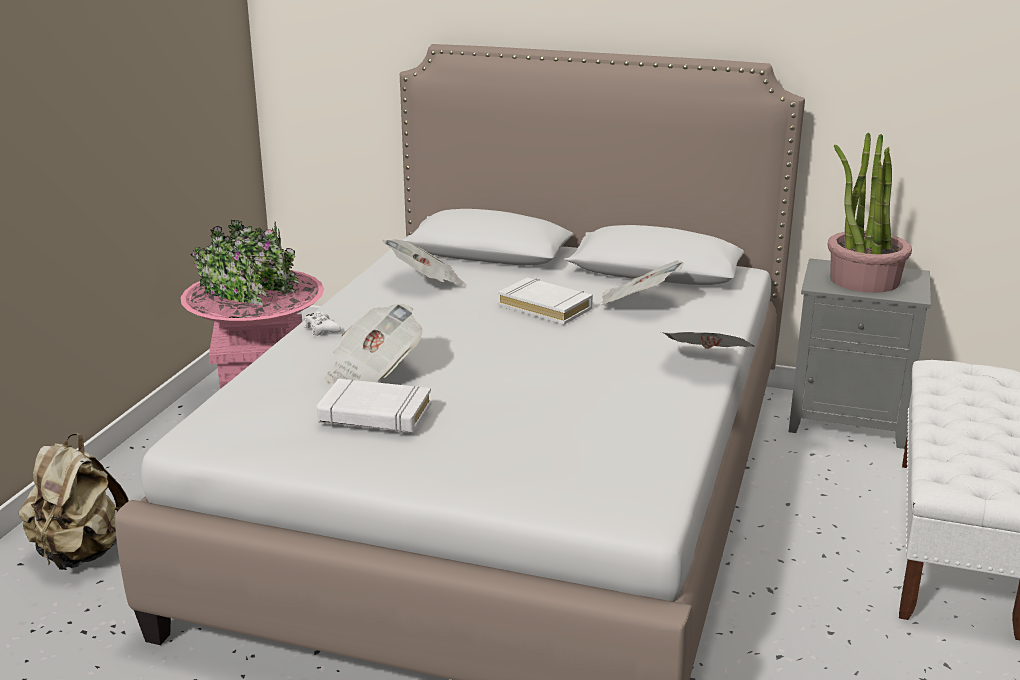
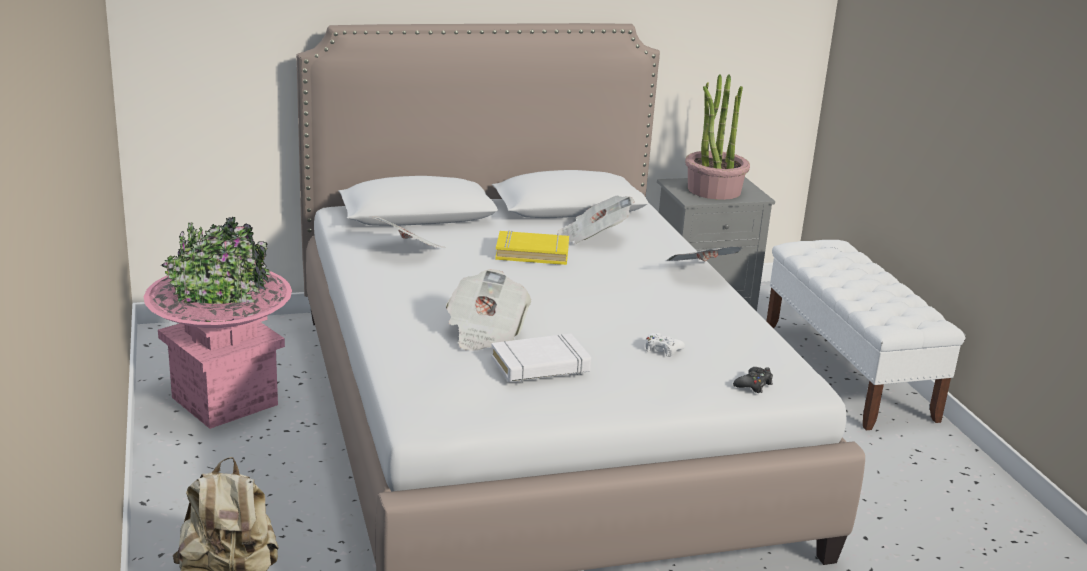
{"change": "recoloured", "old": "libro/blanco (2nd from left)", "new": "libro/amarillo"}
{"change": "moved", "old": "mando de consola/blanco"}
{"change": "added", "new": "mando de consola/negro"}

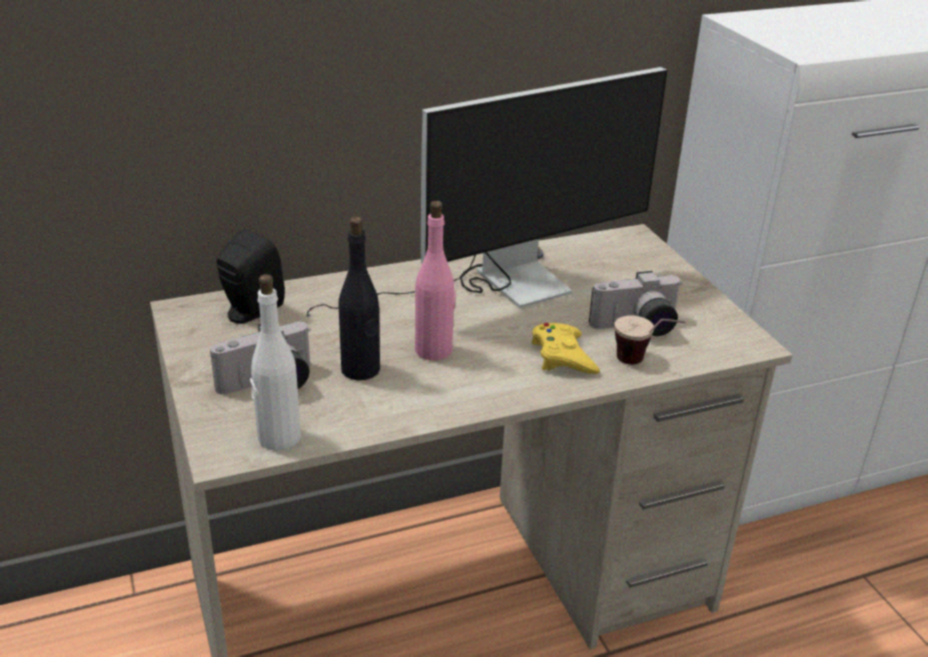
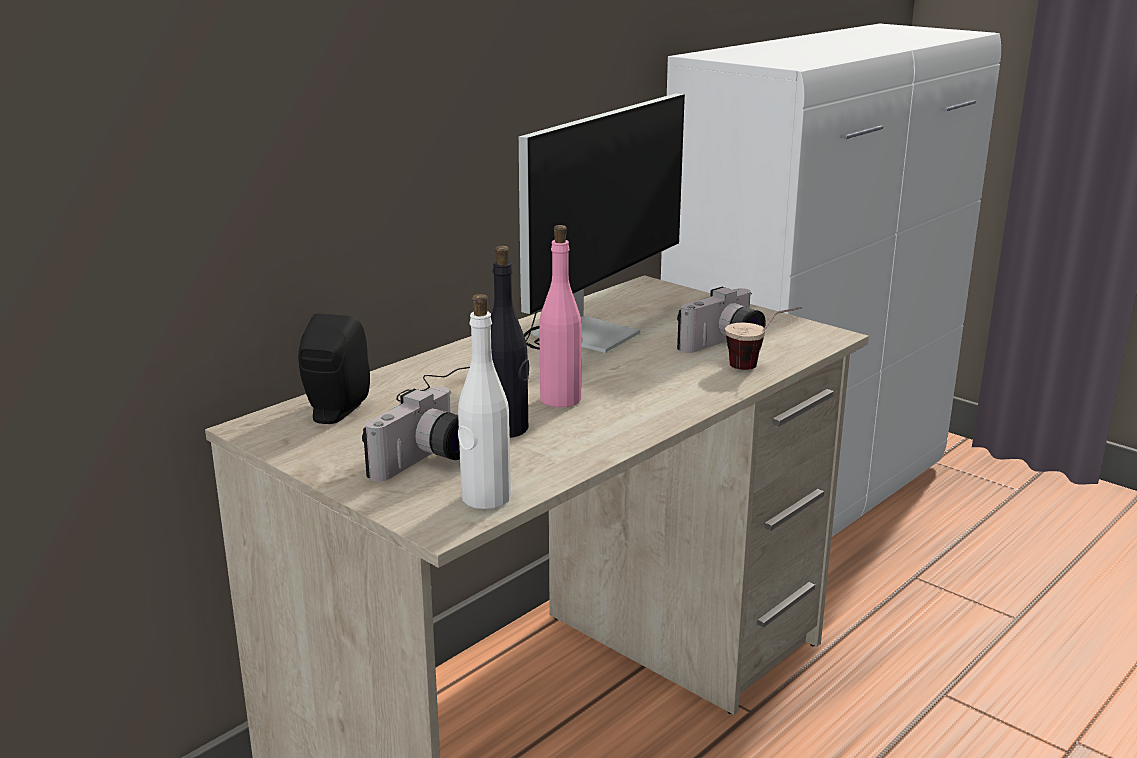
{"change": "removed", "old": "mando de consola/amarillo"}

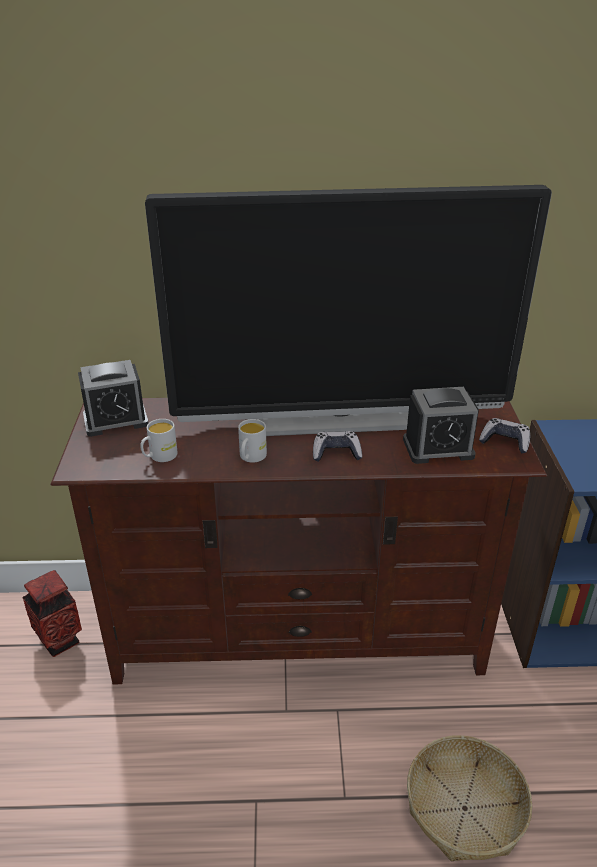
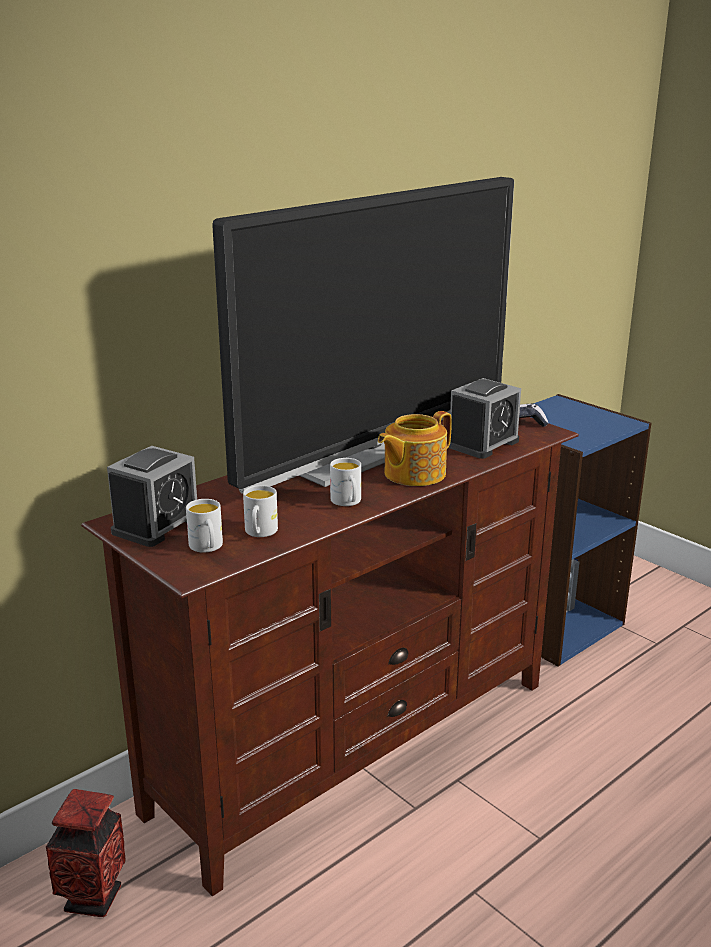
{"change": "added", "new": "taza grande/blanco (1st from left)"}
{"change": "replaced", "old": "mando de consola (1st from left)", "new": "tetera"}
{"change": "removed", "old": "cesta"}

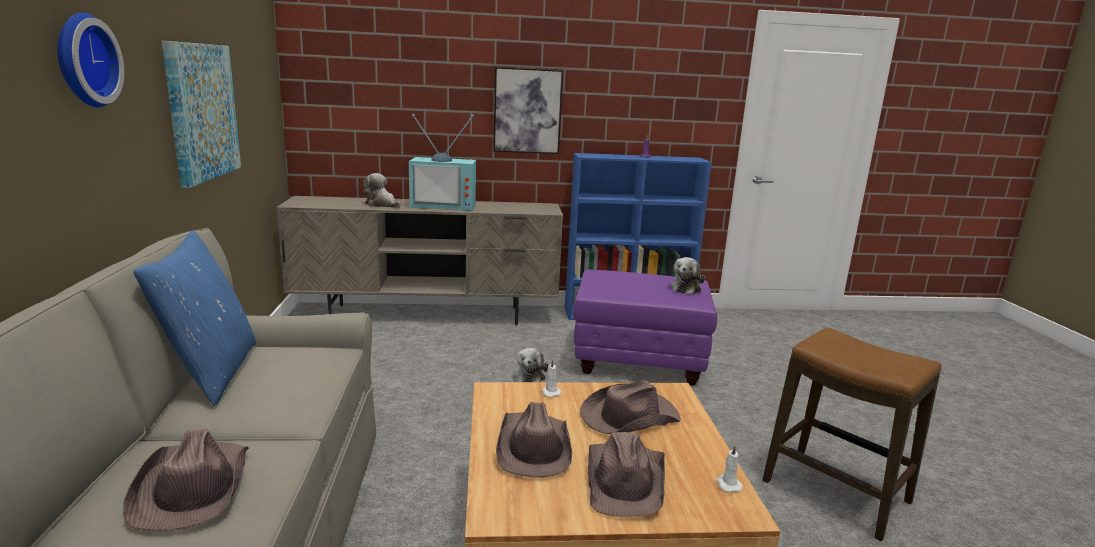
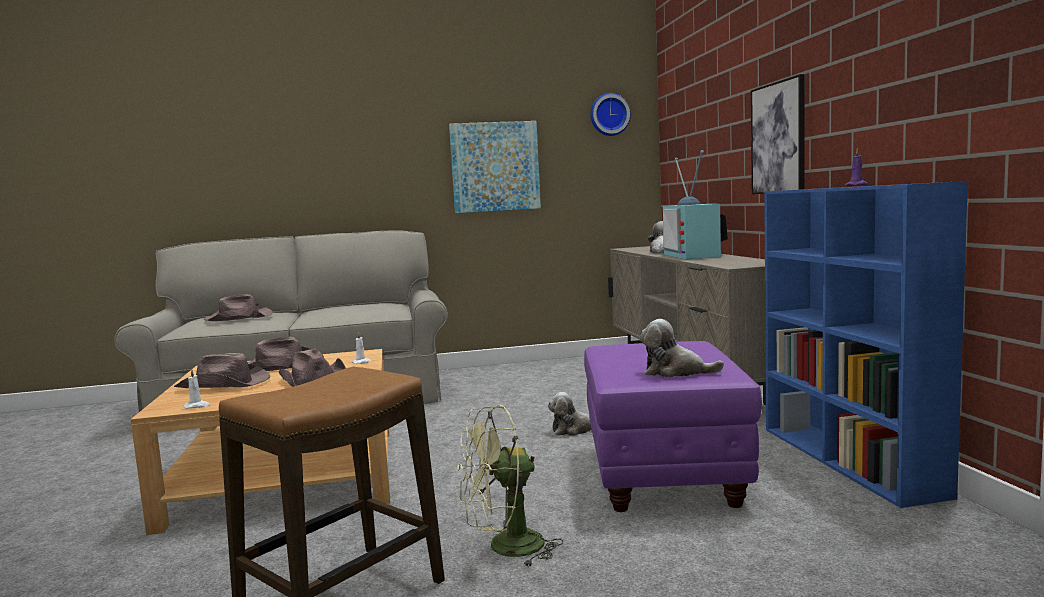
{"change": "added", "new": "ventilador/verde"}
{"change": "moved", "old": "reloj de pared"}
{"change": "removed", "old": "cojín/azul"}

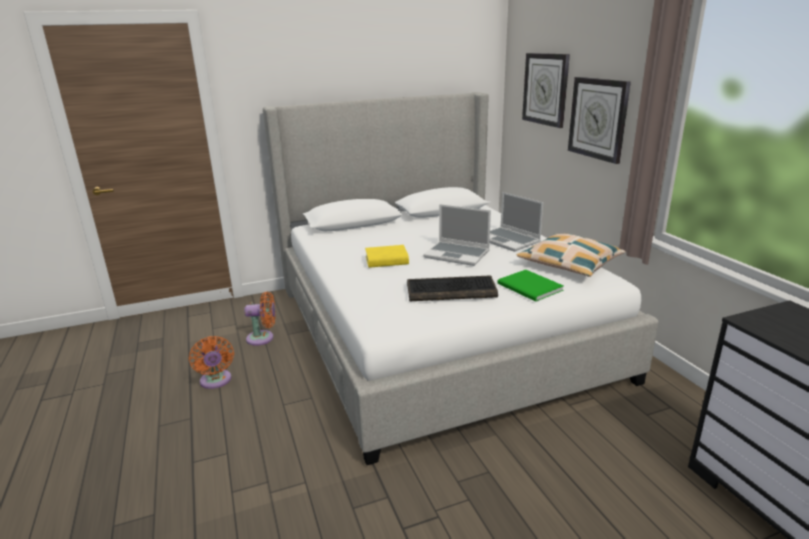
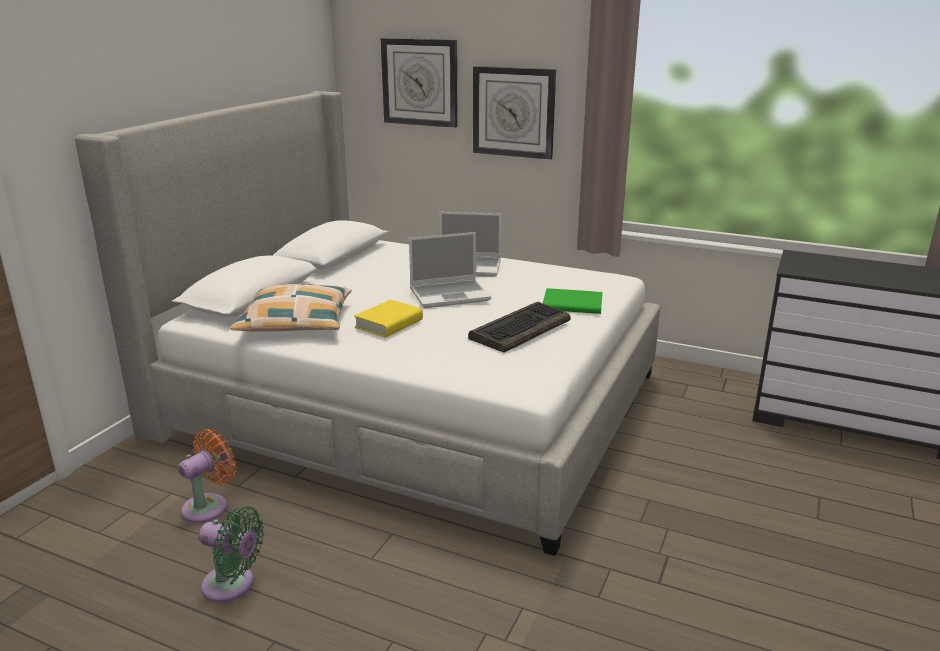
{"change": "recoloured", "old": "ventilador/naranja (1st from left)", "new": "ventilador/verde"}
{"change": "moved", "old": "cojín"}

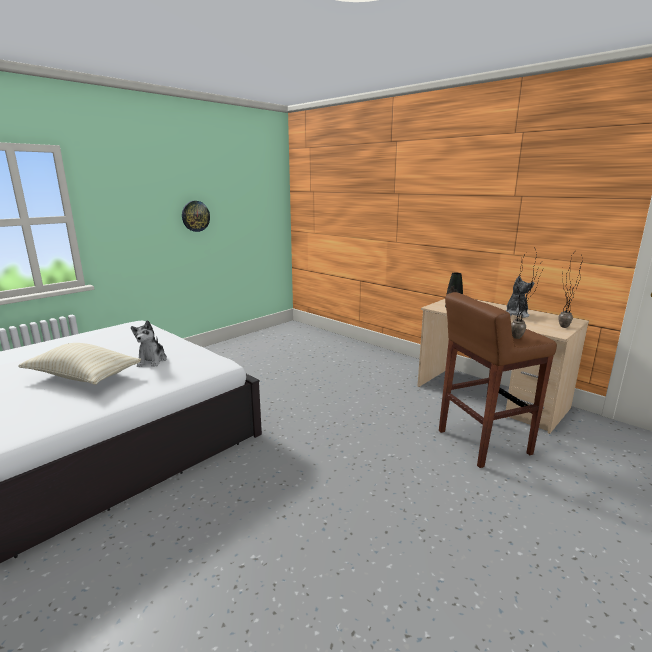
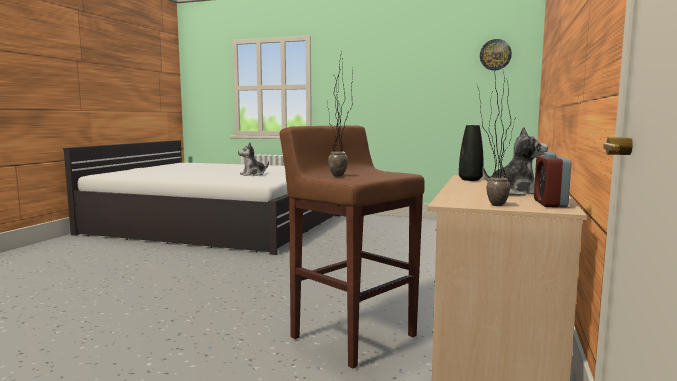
{"change": "moved", "old": "reloj de pared"}
{"change": "added", "new": "despertador"}
{"change": "removed", "old": "cojín/beis"}

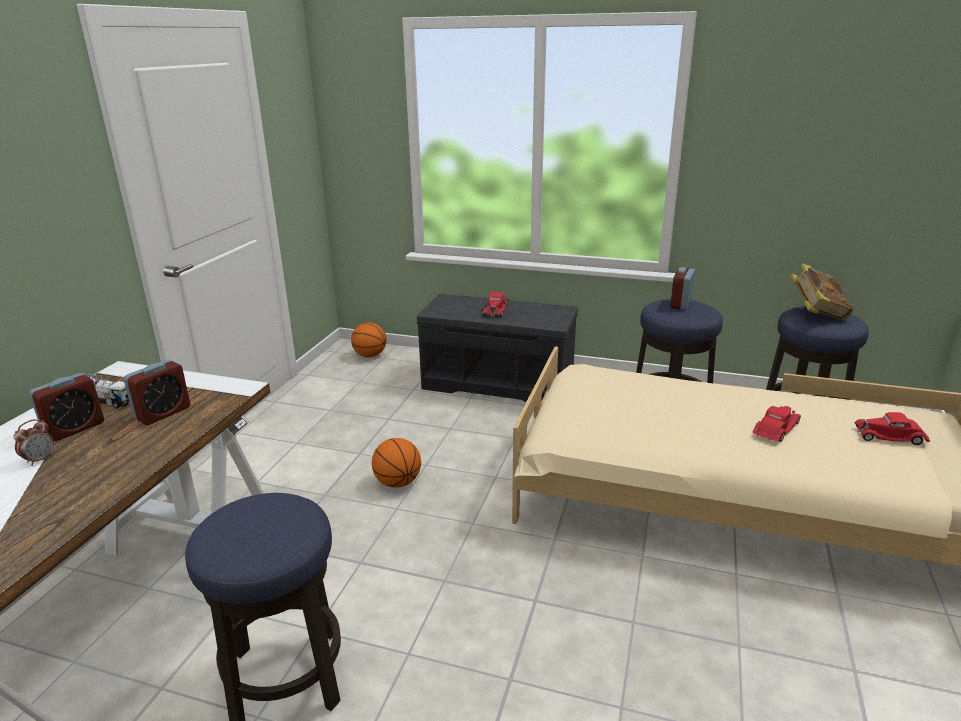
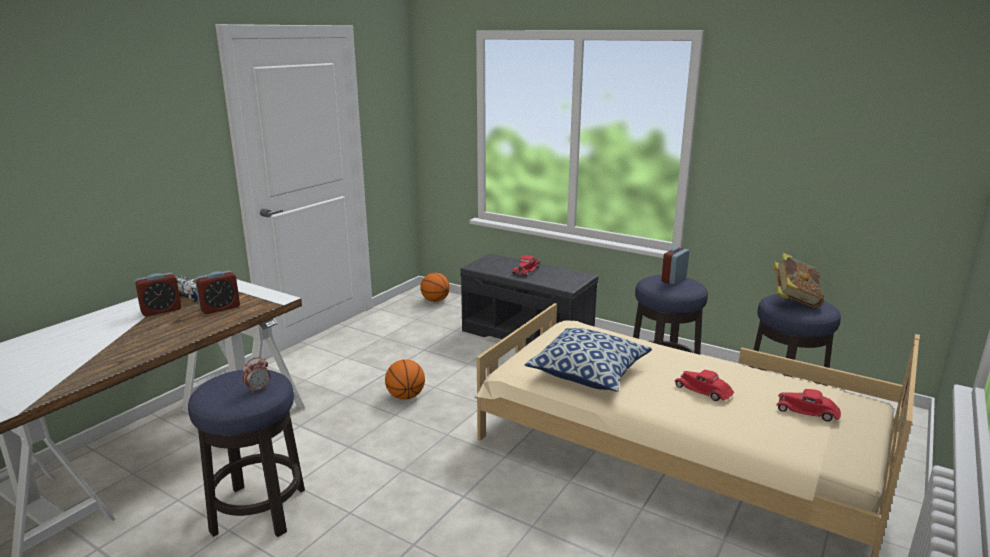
{"change": "moved", "old": "despertador (1st from left in the first image)", "new": "despertador (3rd from left)"}
{"change": "added", "new": "cojín"}
{"change": "turned", "old": "coche de juguete/rojo (2nd from left)", "degrees": -105}

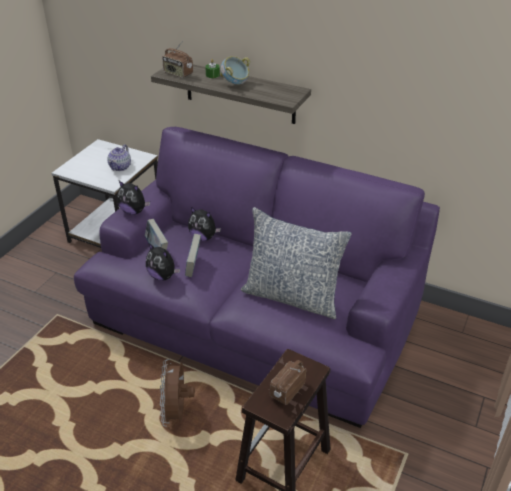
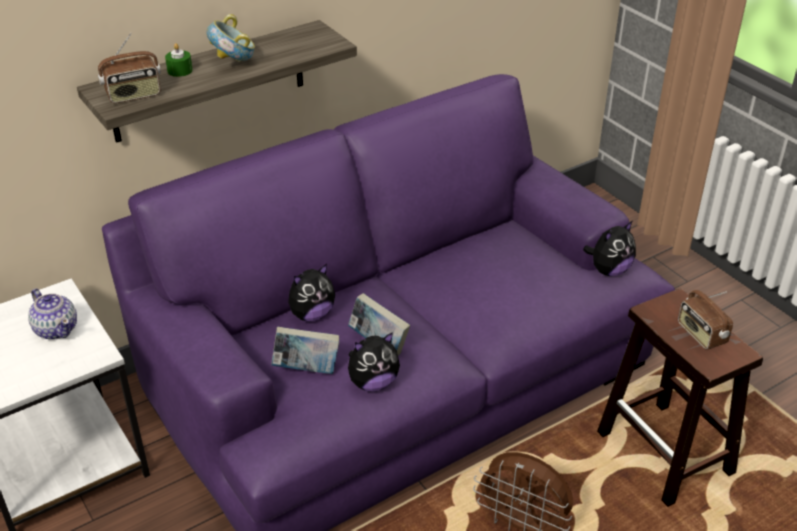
{"change": "moved", "old": "peluche (1st from left in the first image)", "new": "peluche (3rd from left)"}
{"change": "removed", "old": "cojín"}

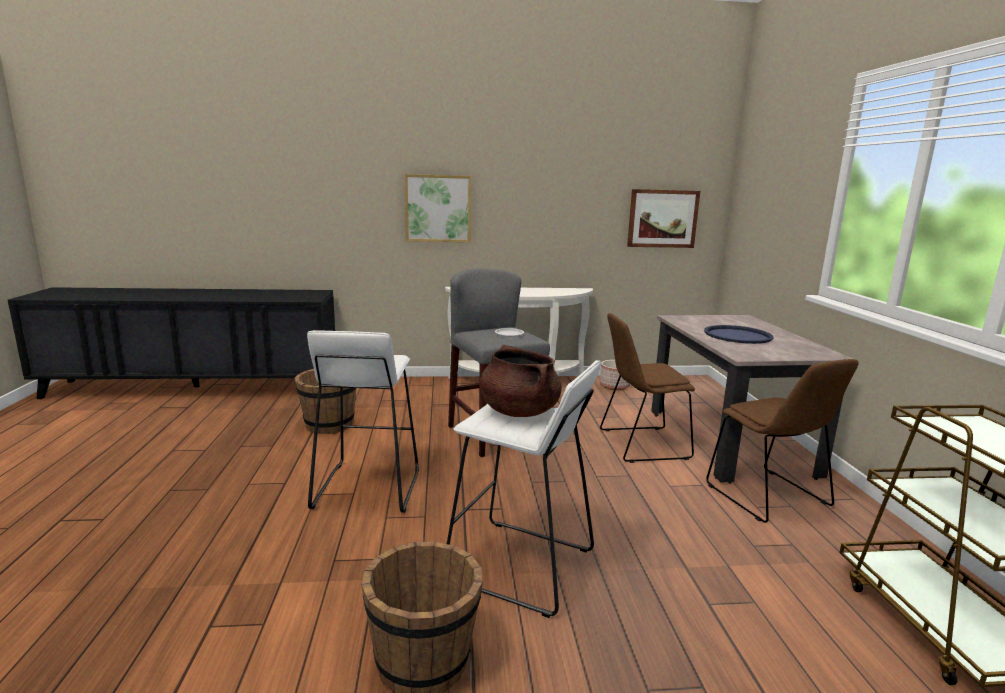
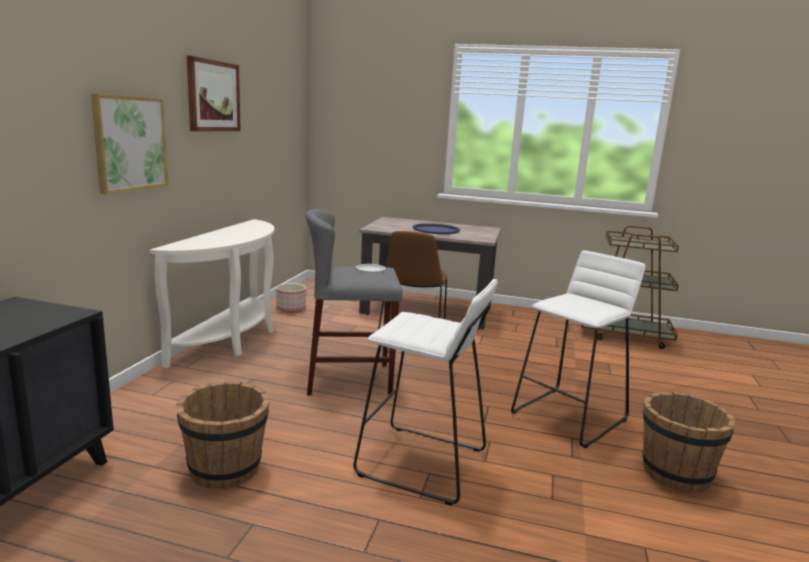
{"change": "moved", "old": "cuadro (2nd from left)"}
{"change": "removed", "old": "olla/marrón"}
{"change": "removed", "old": "silla/marrón (2nd from left)"}

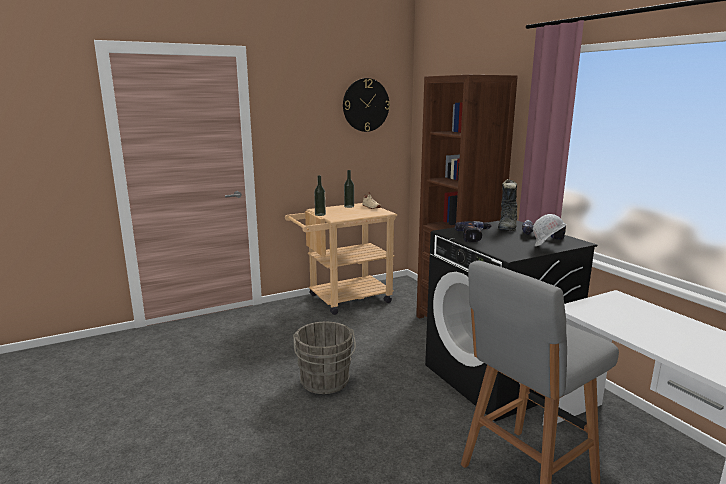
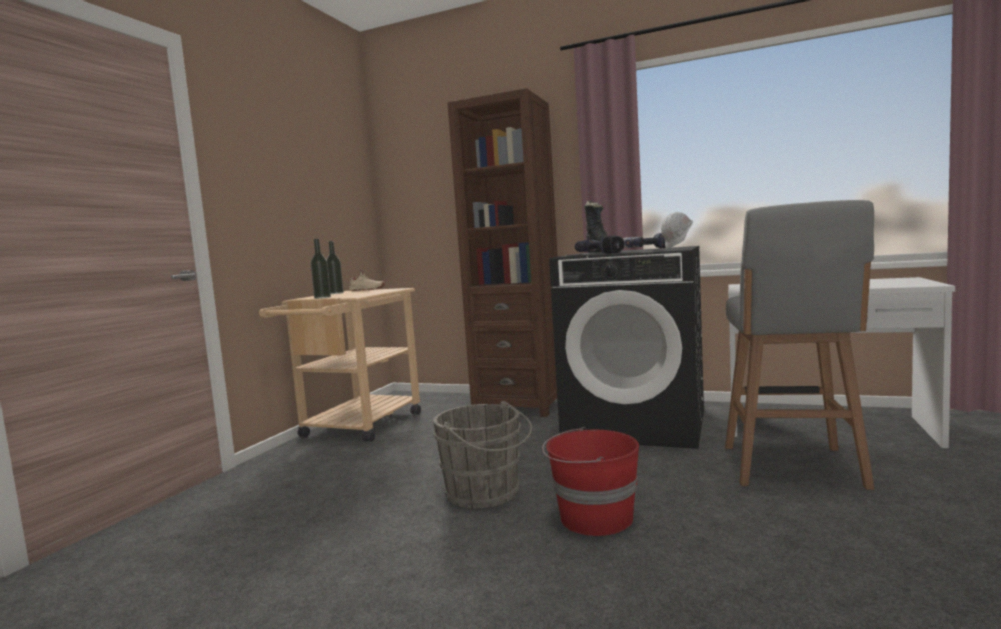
{"change": "added", "new": "cubo/rojo"}
{"change": "removed", "old": "reloj de pared"}

